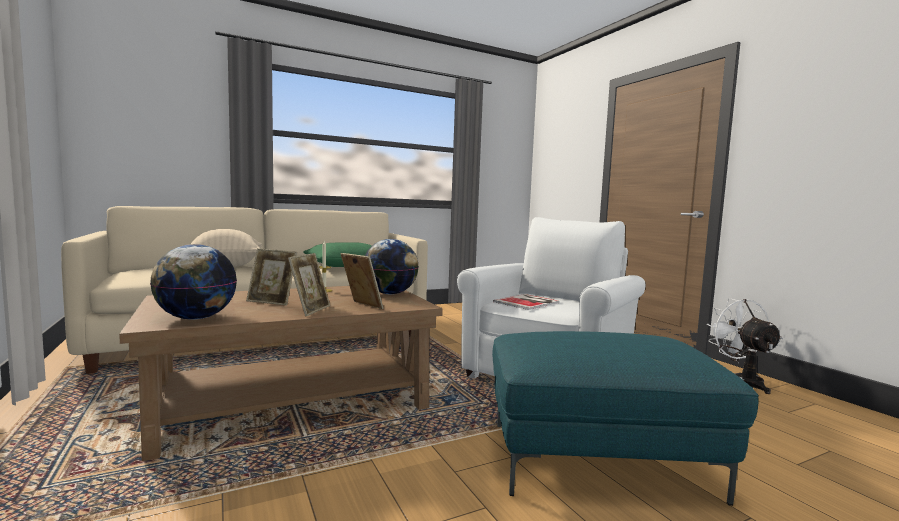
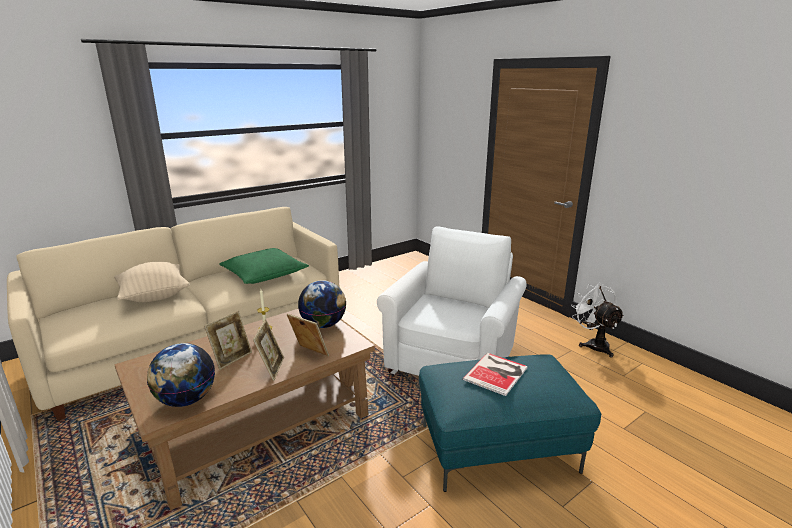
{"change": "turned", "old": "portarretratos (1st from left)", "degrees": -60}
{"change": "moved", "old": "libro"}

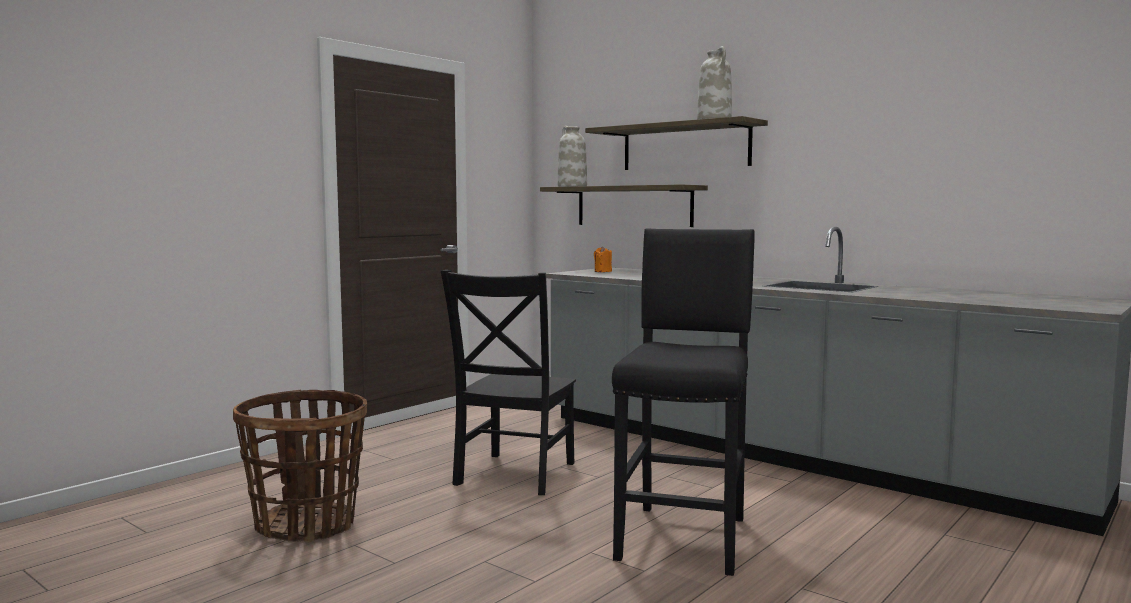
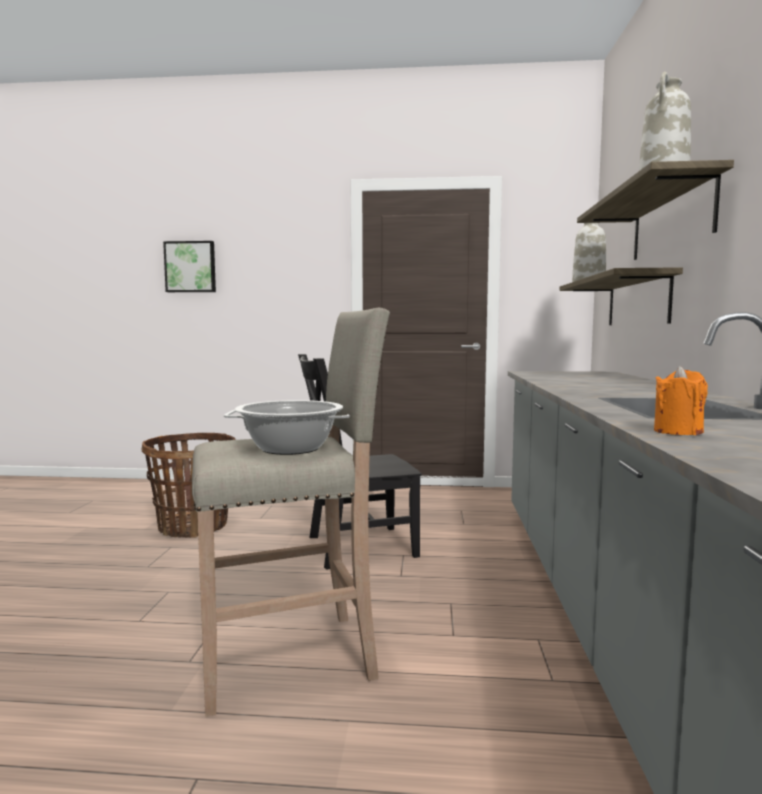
{"change": "added", "new": "cuadro"}
{"change": "recoloured", "old": "taburete/negro", "new": "taburete/beis"}
{"change": "added", "new": "olla"}
{"change": "moved", "old": "vela/naranja"}

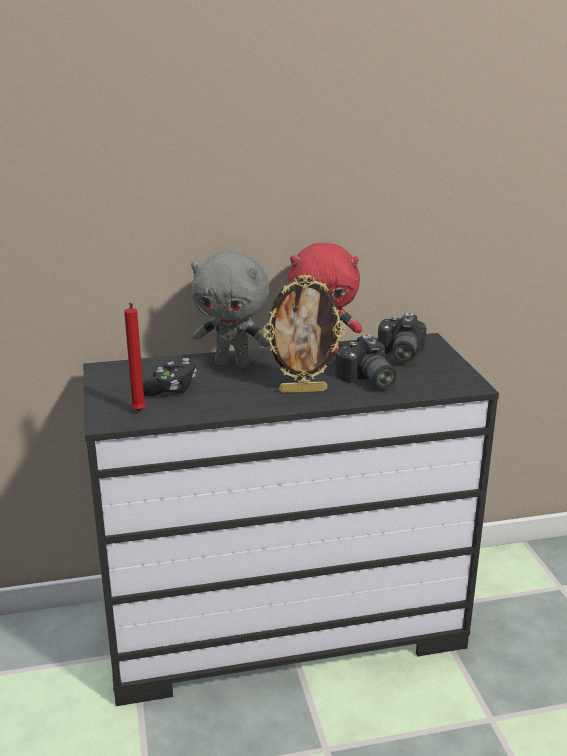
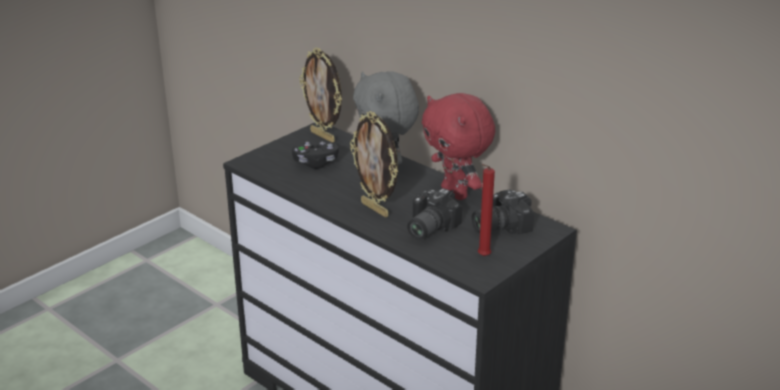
{"change": "added", "new": "portarretratos (1st from left)"}
{"change": "moved", "old": "vela/rojo"}

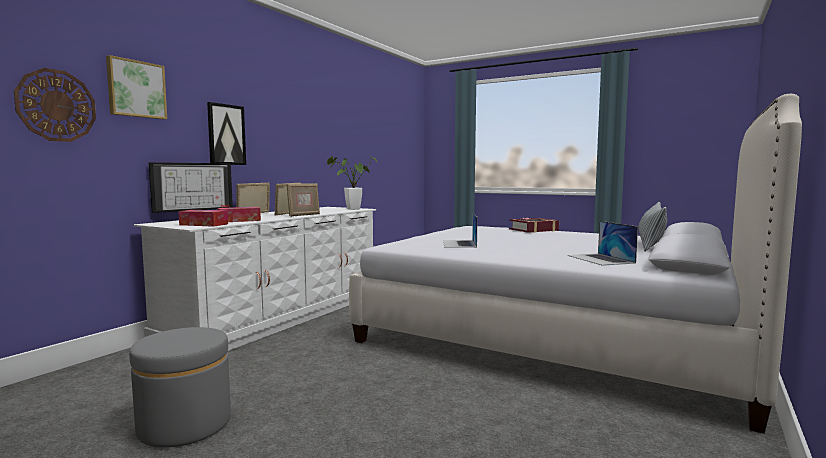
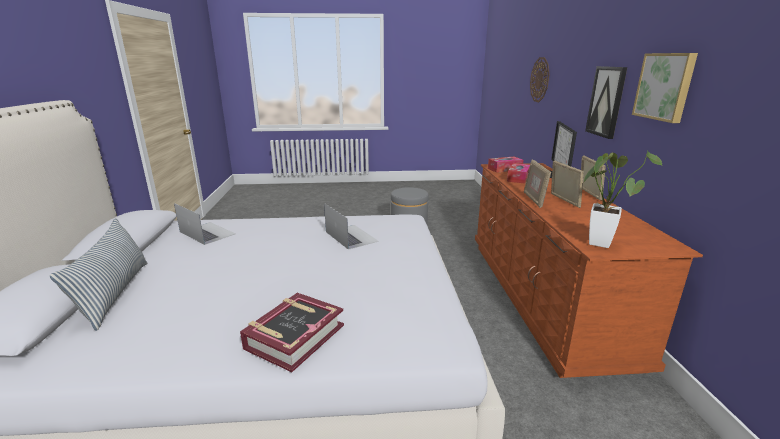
{"change": "recoloured", "old": "cómoda/blanco", "new": "cómoda/marrón"}
{"change": "moved", "old": "cuadro (1st from left in the first image)", "new": "cuadro (2nd from left)"}

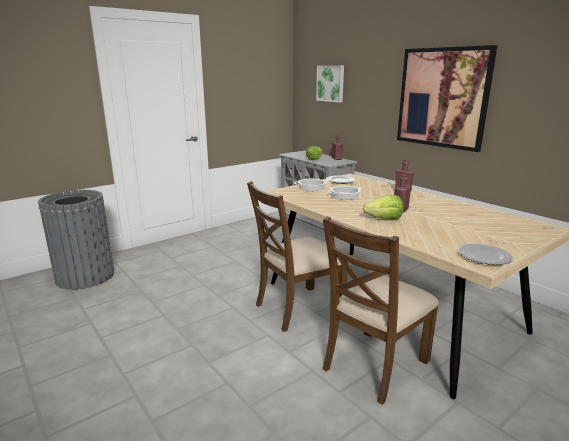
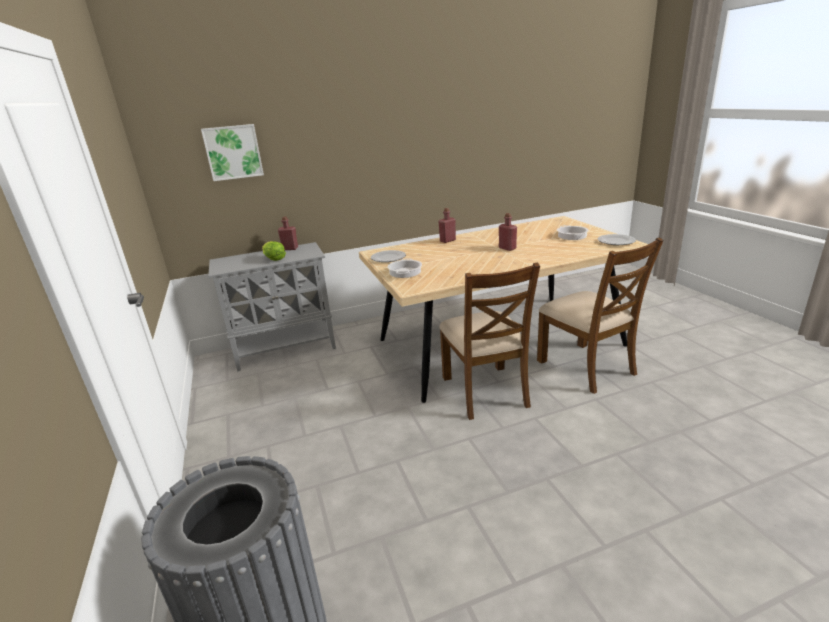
{"change": "moved", "old": "olla (2nd from left)"}
{"change": "removed", "old": "lechuga (2nd from left)"}
{"change": "removed", "old": "cuadro (2nd from left)"}

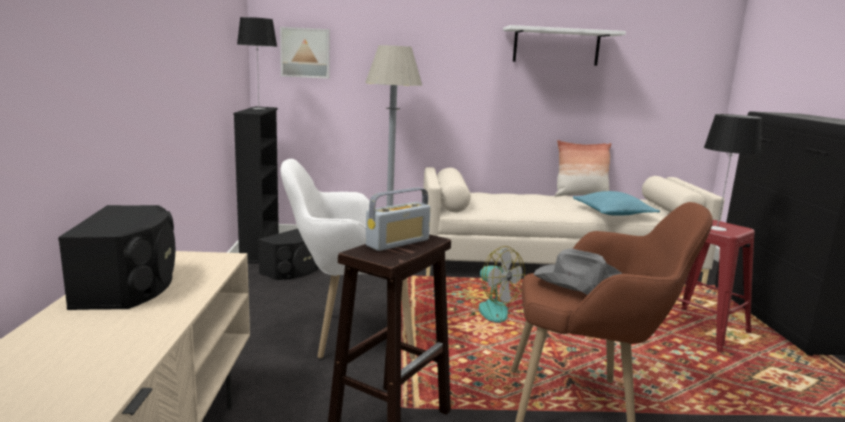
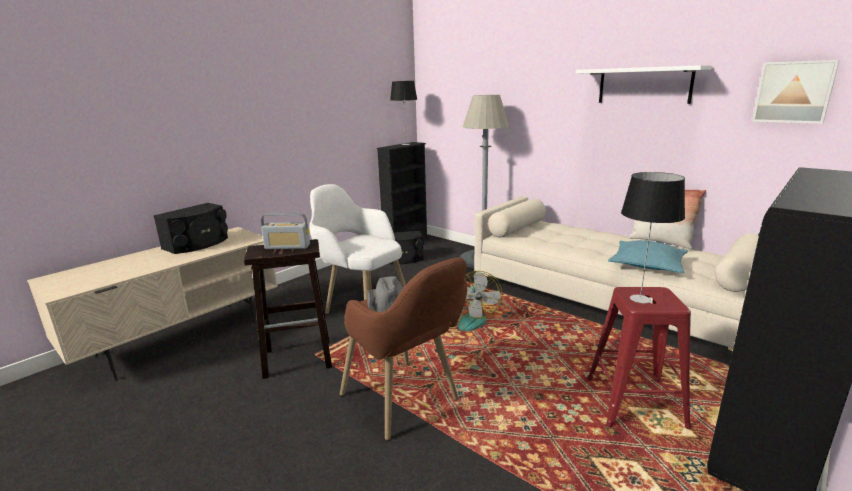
{"change": "moved", "old": "cuadro"}

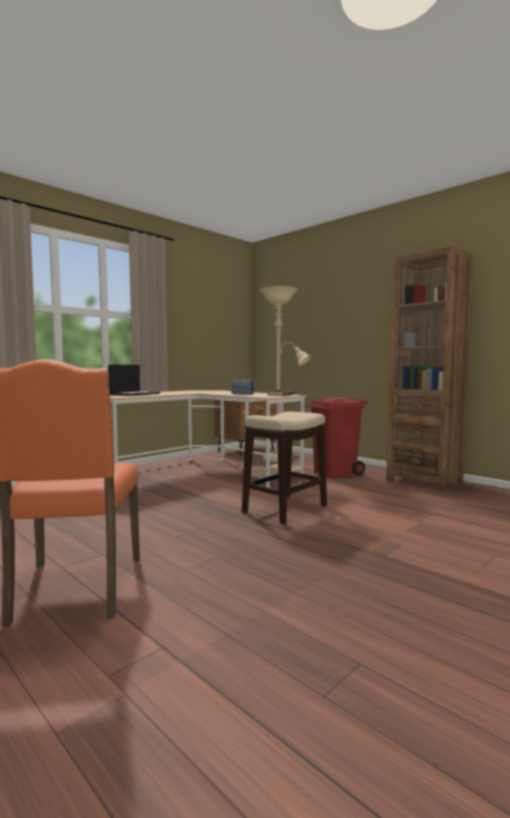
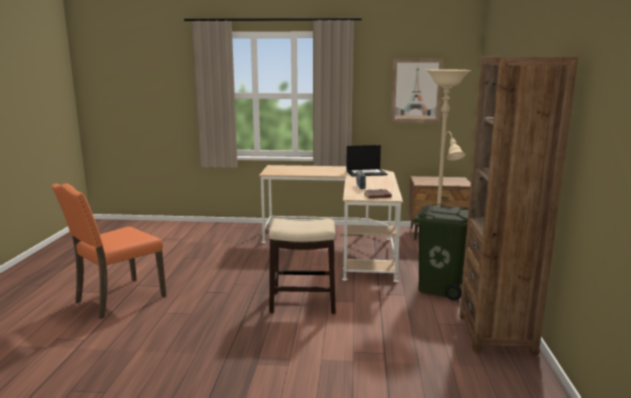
{"change": "moved", "old": "portátil"}
{"change": "added", "new": "cuadro"}
{"change": "recoloured", "old": "papelera/rojo", "new": "papelera/verde"}

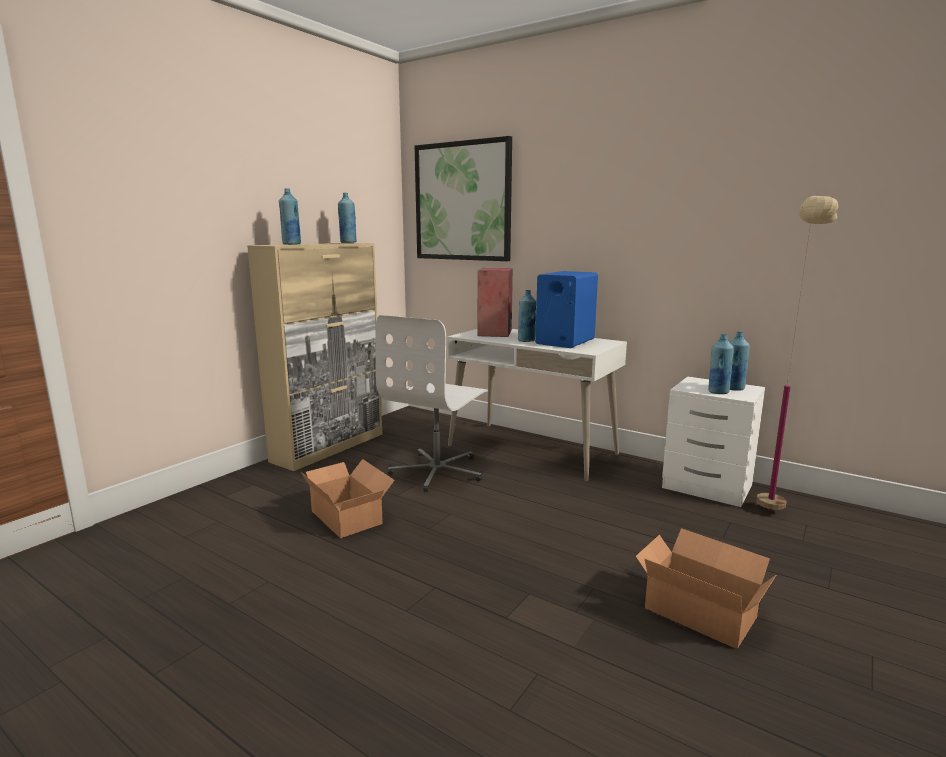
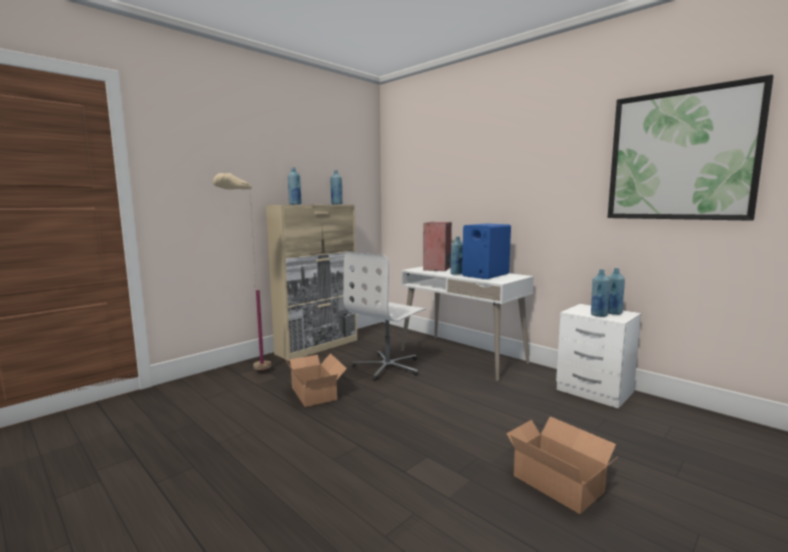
{"change": "moved", "old": "lámpara de pie/beis"}
{"change": "moved", "old": "cuadro"}

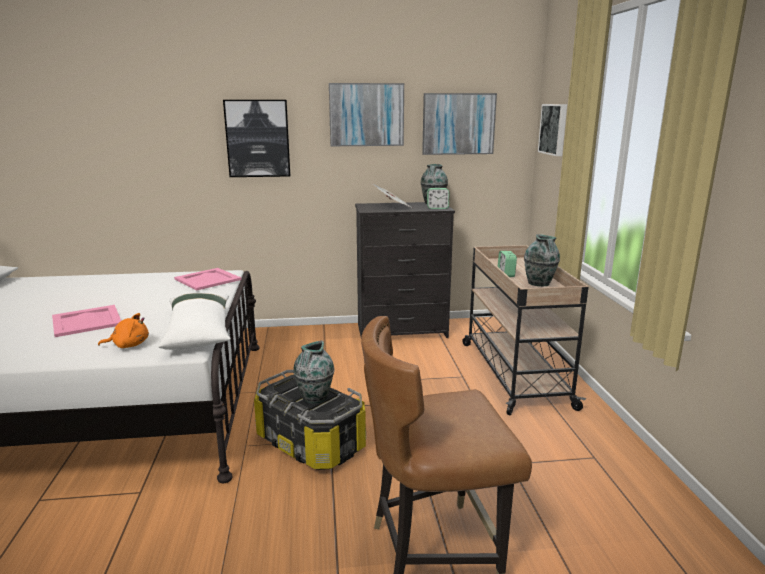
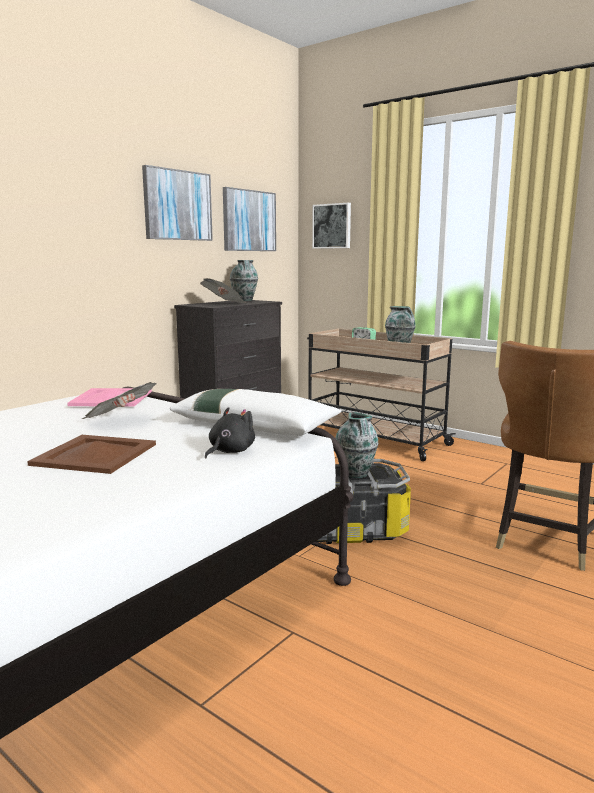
{"change": "recoloured", "old": "bandeja/rosa (1st from left)", "new": "bandeja/marrón"}
{"change": "added", "new": "periódico (1st from left)"}
{"change": "recoloured", "old": "peluche/naranja", "new": "peluche/negro"}
{"change": "removed", "old": "cuadro (1st from left)"}
{"change": "removed", "old": "despertador (1st from left)"}

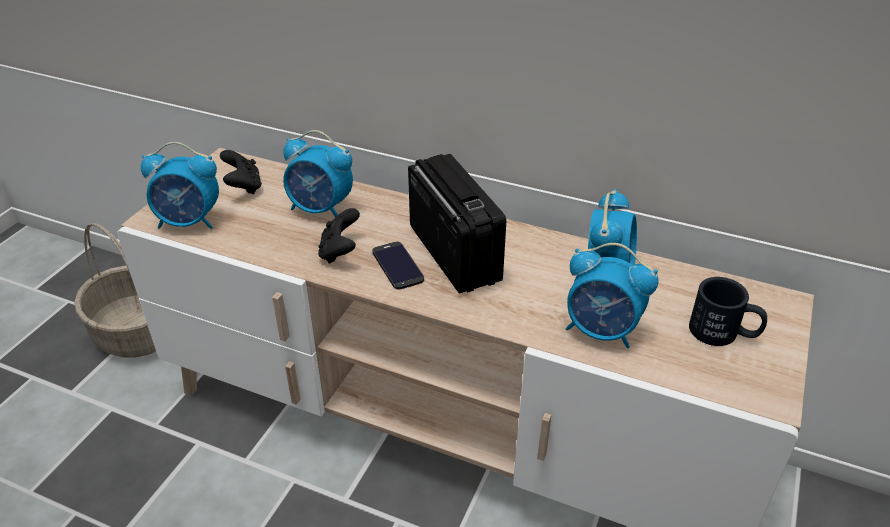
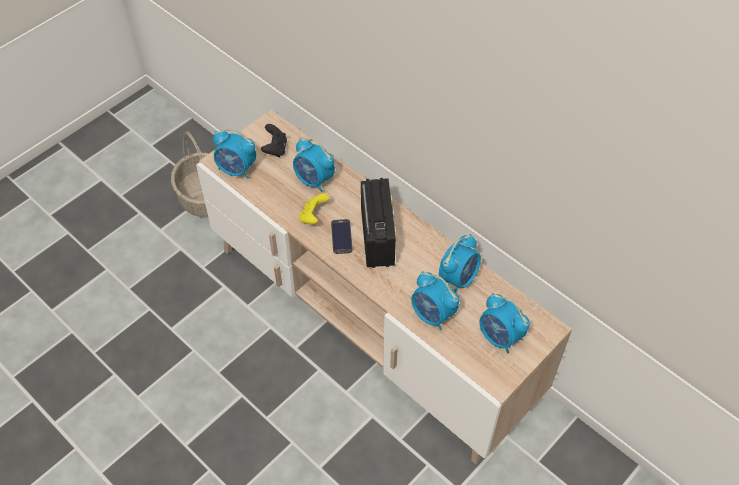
{"change": "recoloured", "old": "mando de consola/negro (2nd from left)", "new": "mando de consola/amarillo"}
{"change": "replaced", "old": "taza grande/negro", "new": "despertador (5th from left)"}

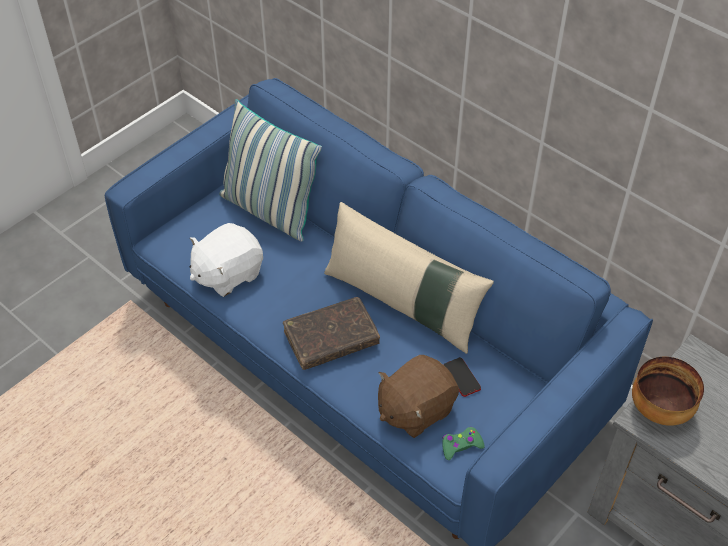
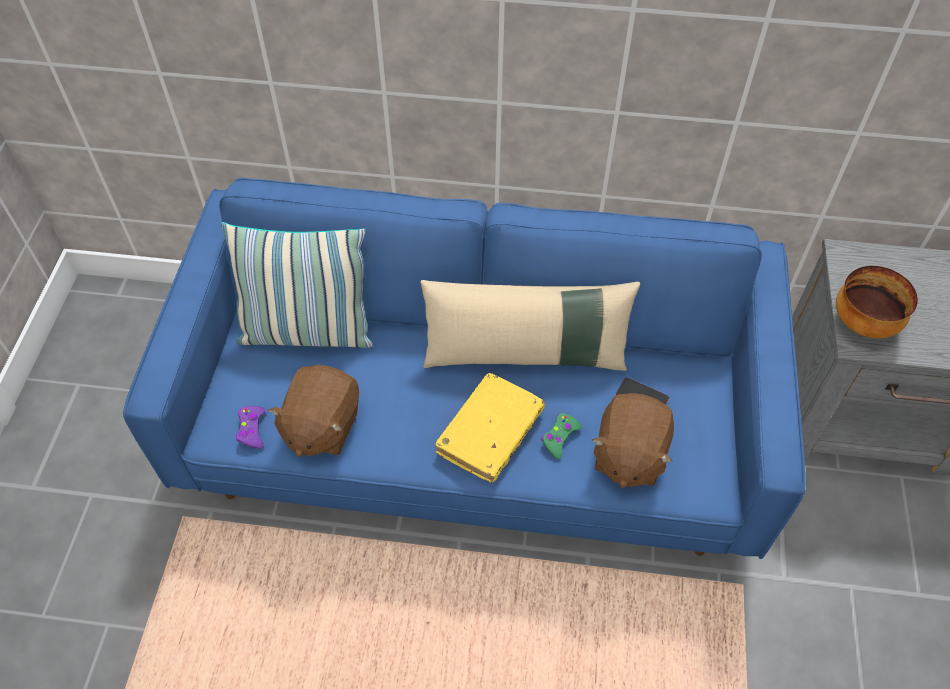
{"change": "added", "new": "mando de consola/morado"}
{"change": "recoloured", "old": "peluche/blanco", "new": "peluche/marrón (1st from left)"}
{"change": "recoloured", "old": "libro/marrón", "new": "libro/amarillo"}
{"change": "moved", "old": "mando de consola/verde"}

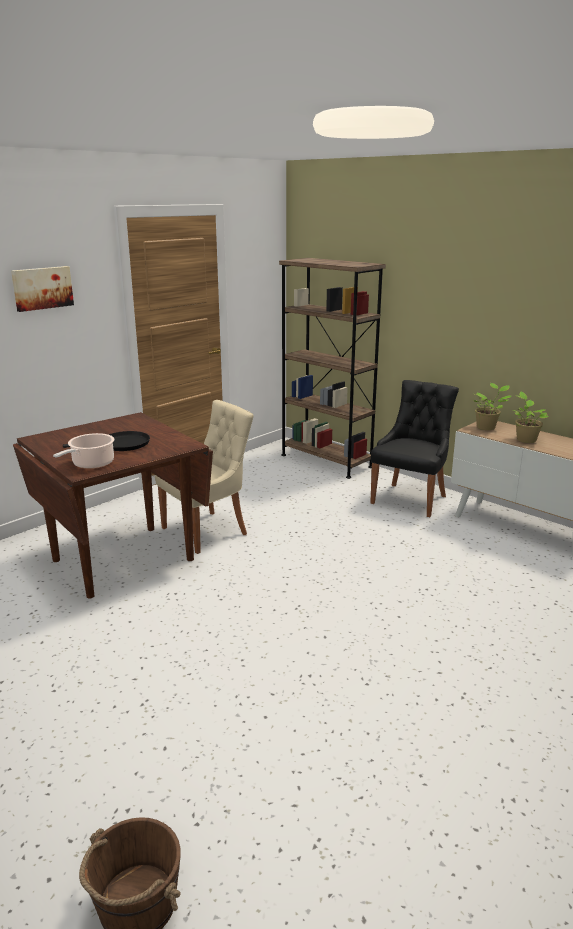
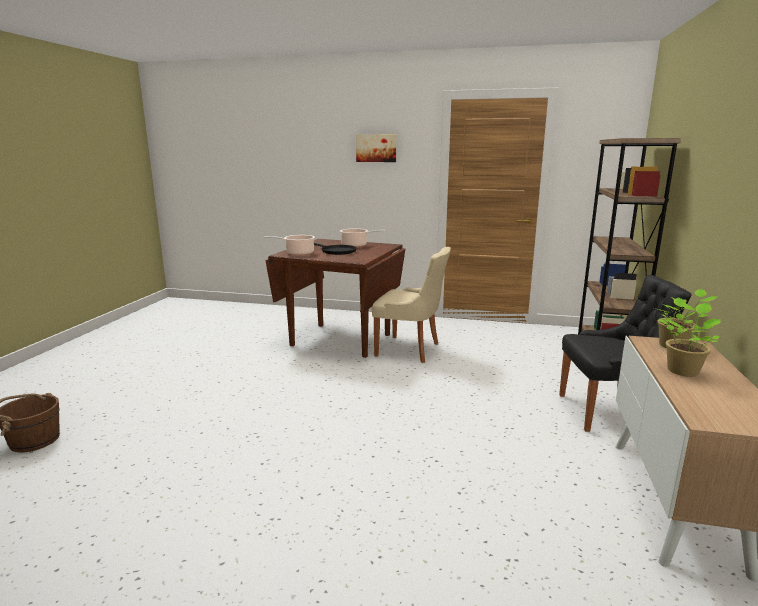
{"change": "added", "new": "olla (2nd from left)"}

